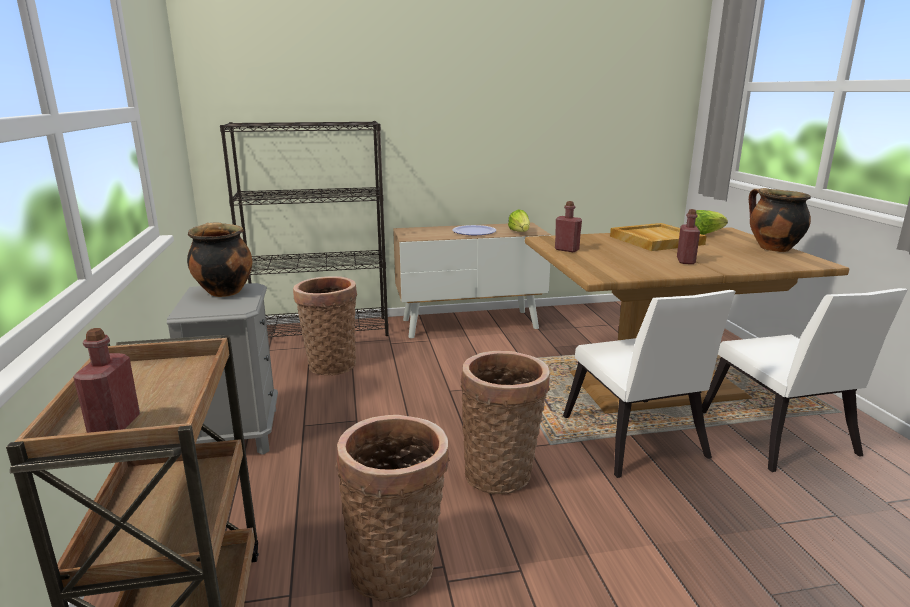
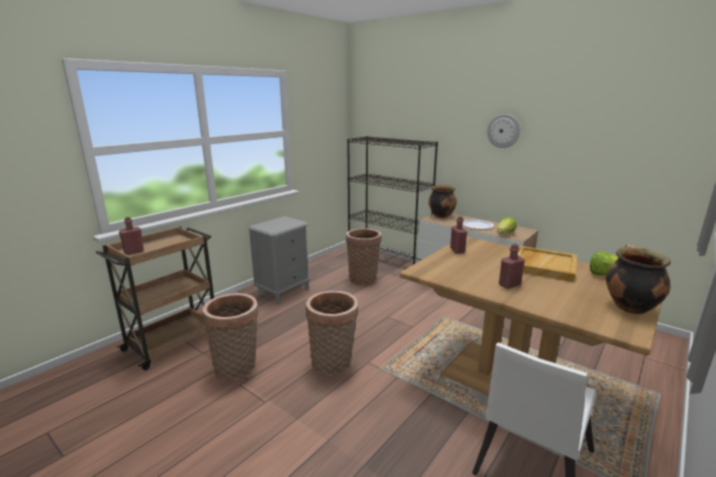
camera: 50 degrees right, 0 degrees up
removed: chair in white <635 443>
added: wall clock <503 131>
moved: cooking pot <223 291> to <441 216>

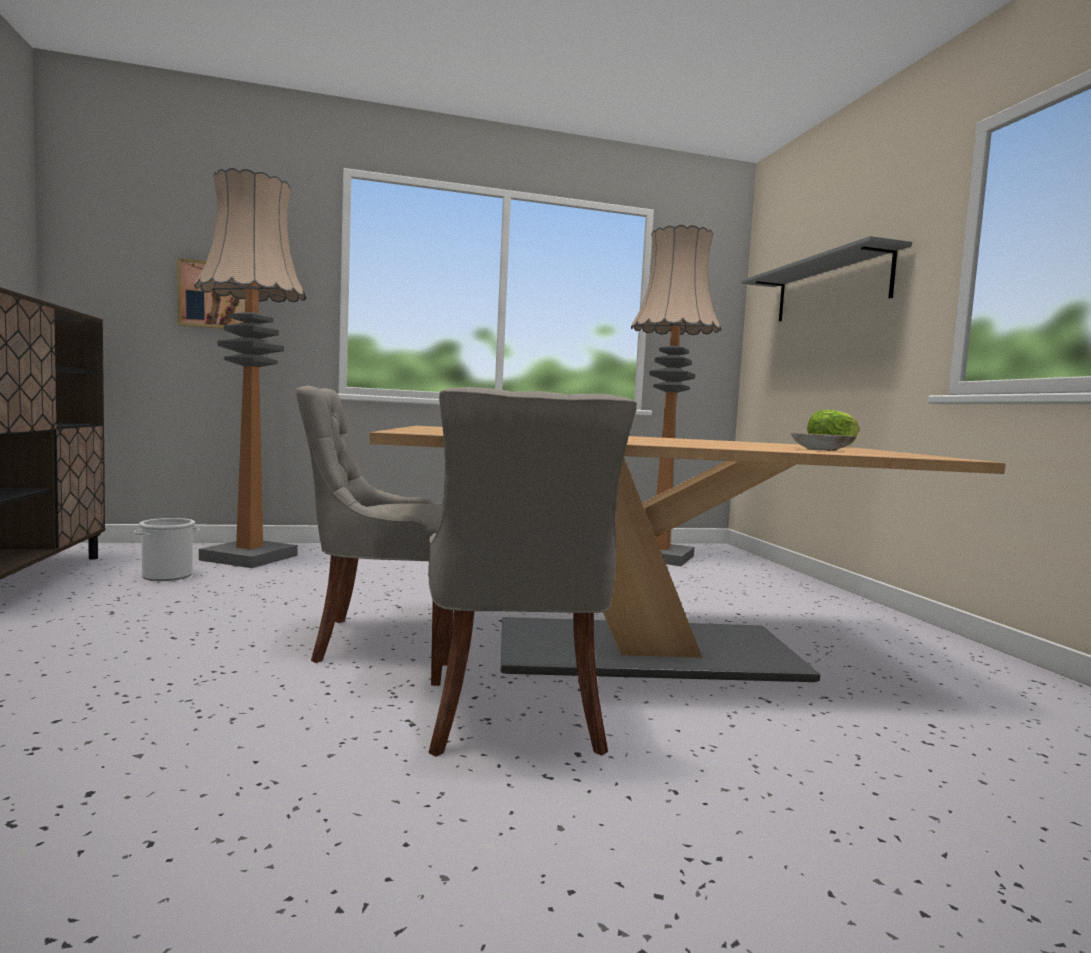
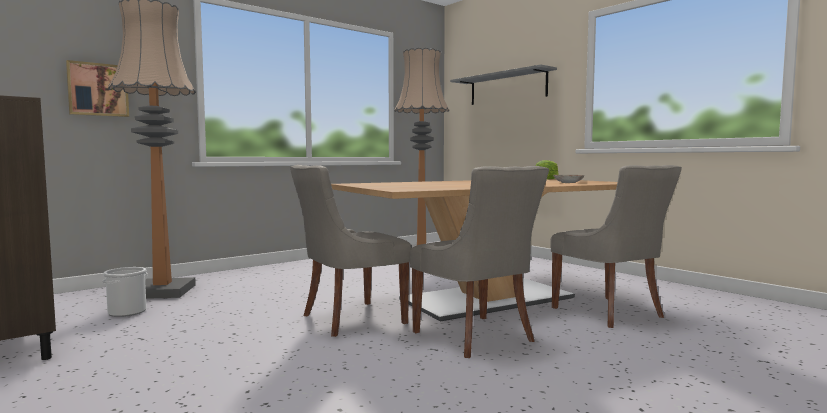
camera: 25 degrees left, 0 degrees up
added: chair in grey <610 313>

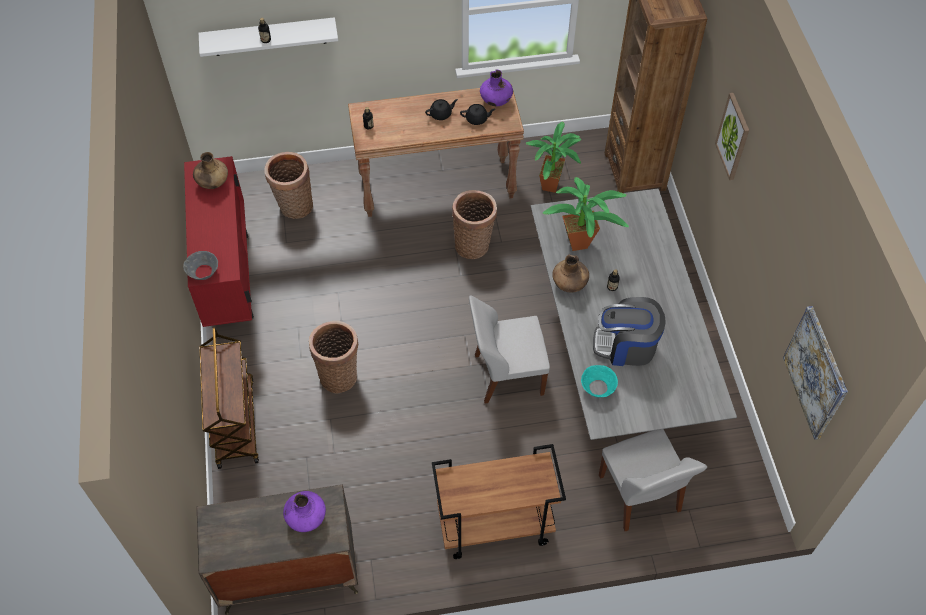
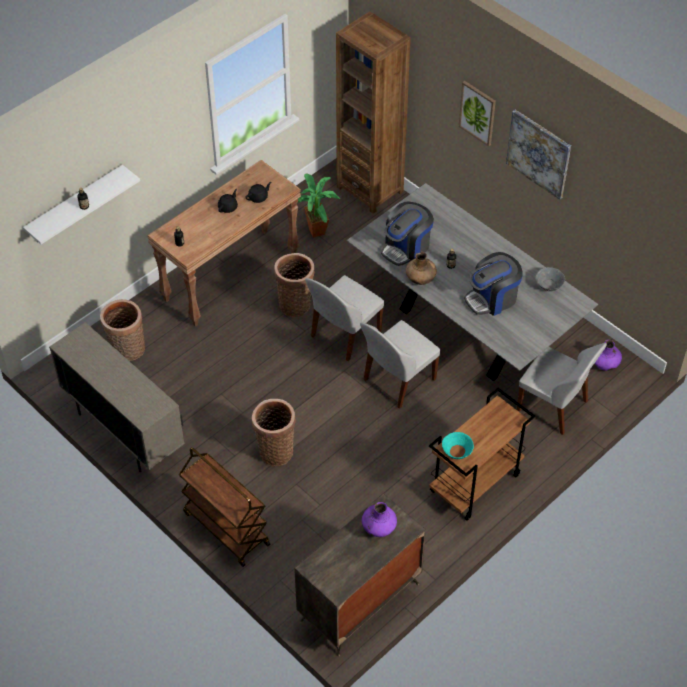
camera: 35 degrees left, 5 degrees down
removed: vase in brown <213 183>
added: chair in white <344 335>
moved: bowl in grey <203 272> to <548 285>; vase in purple <496 100> to <605 364>; bowl in turquoise <598 387> to <457 451>; picture <816 373> to <539 153>
replaced: potted plant <582 244> to coffee machine <406 248>
recoloured: cabinet in red <229 278> to cabinet in beige <124 431>

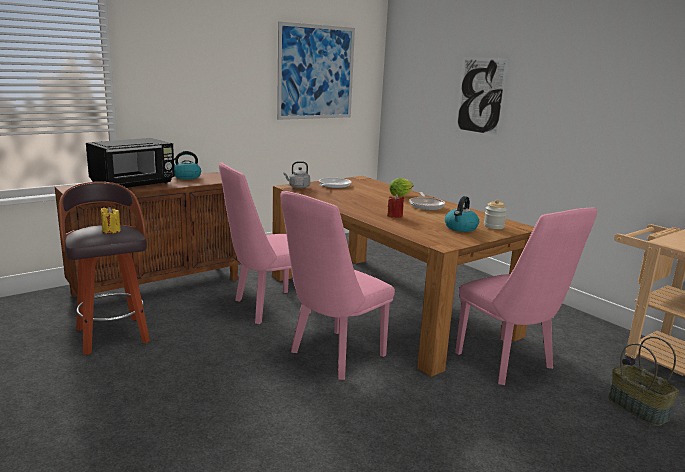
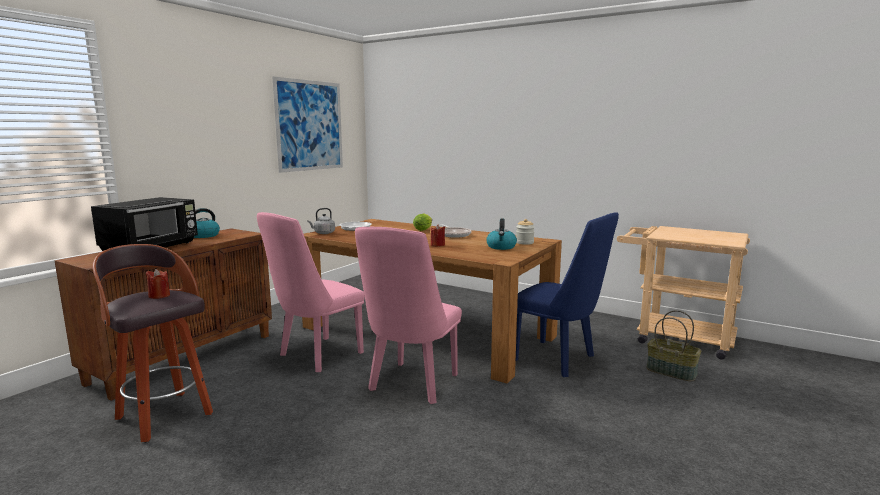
camera: 20 degrees left, 5 degrees down
removed: picture <480 96>
recoloured: candle in yellow <111 231> to candle in red <159 295>; chair in pink <509 364> to chair in blue <560 360>

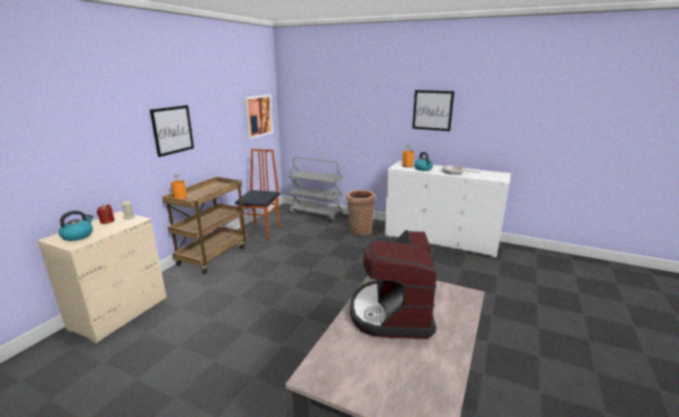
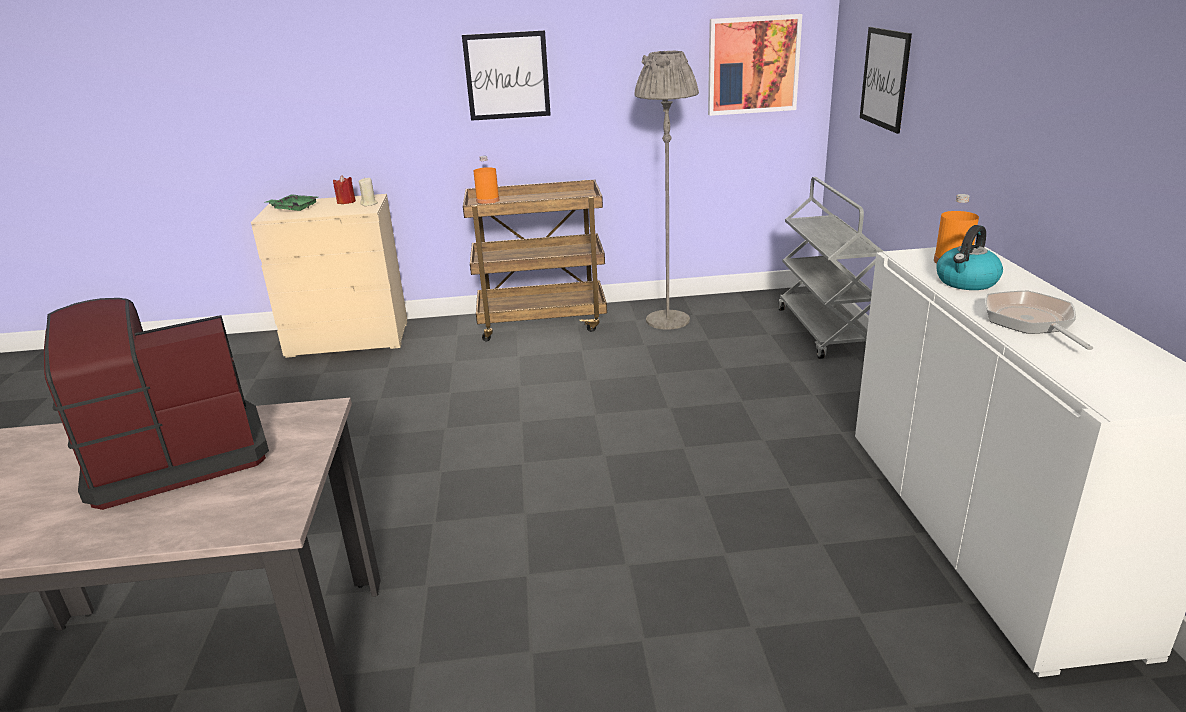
camera: 60 degrees right, 5 degrees up
removed: basket <359 230>
moved: picture <432 110> to <885 78>
replaced: kettle <78 235> to tray in green <294 208>; chair <262 232> to floor lamp in grey <667 320>

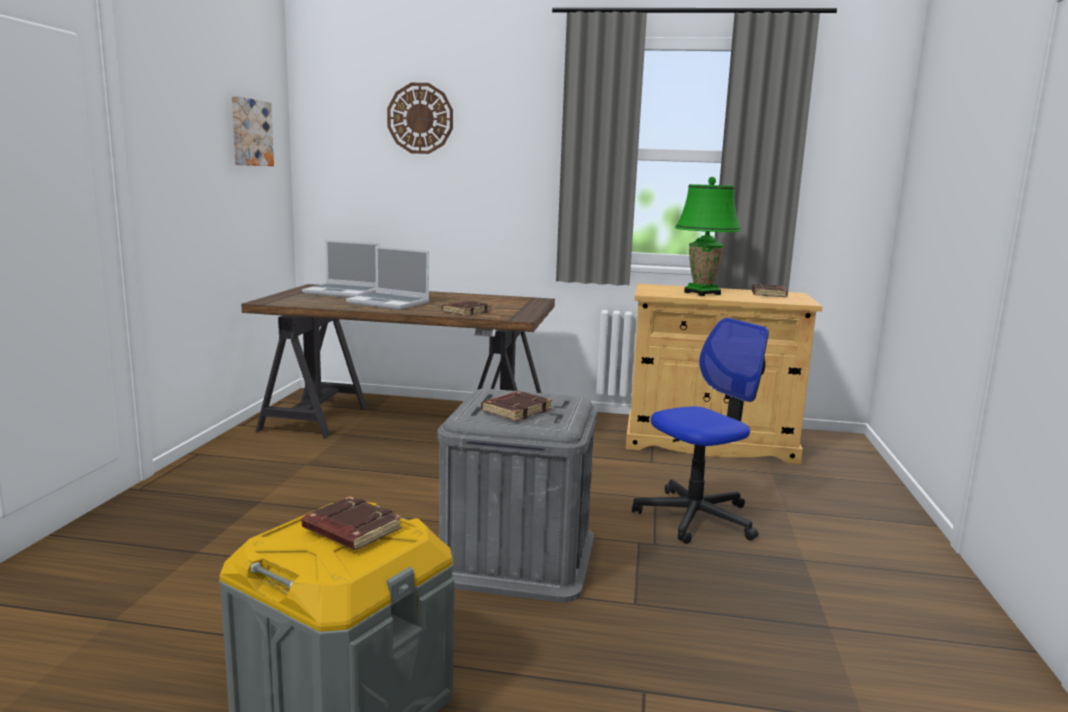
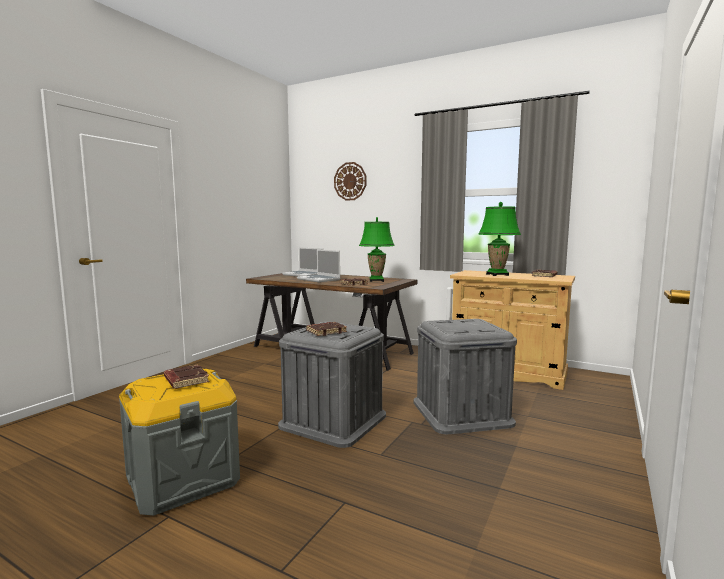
camera: 20 degrees right, 5 degrees down
removed: picture <250 132>
added: table lamp in green <376 280>
replaced: office chair <696 517> to storage box in grey <461 412>

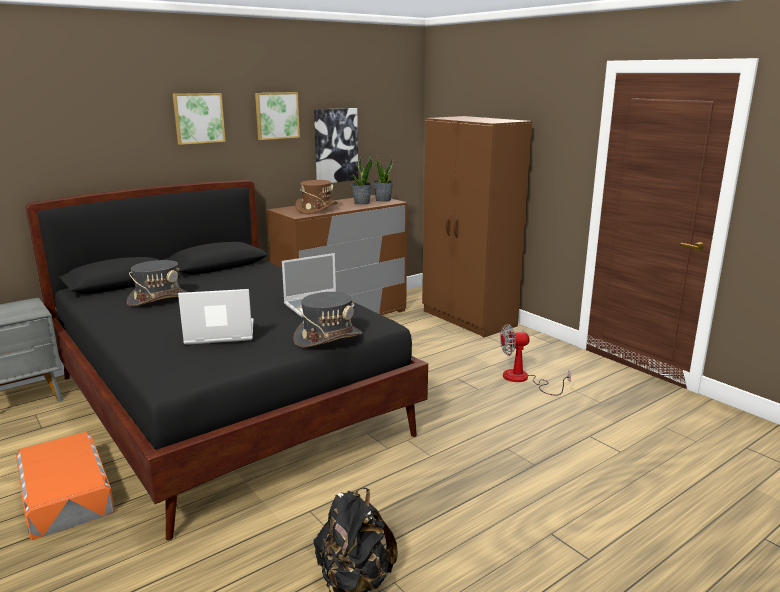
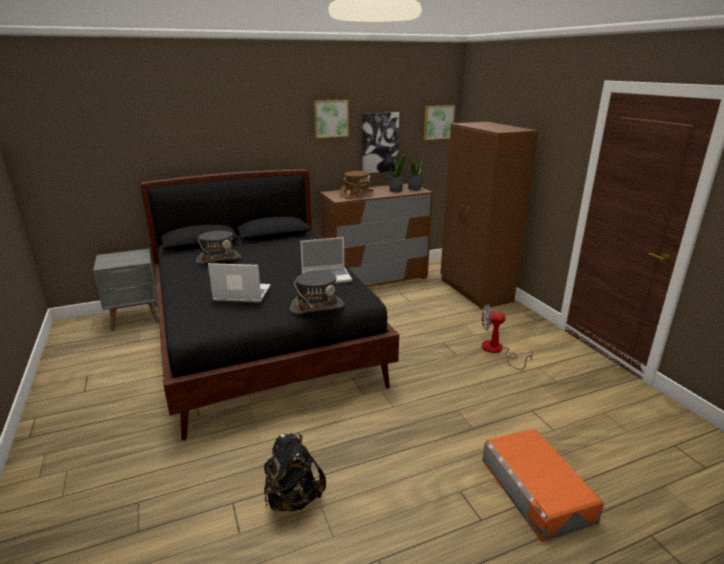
camera: 15 degrees right, 5 degrees up
moved: storage box in orange <65 493> to <536 489>; picture <198 118> to <438 122>

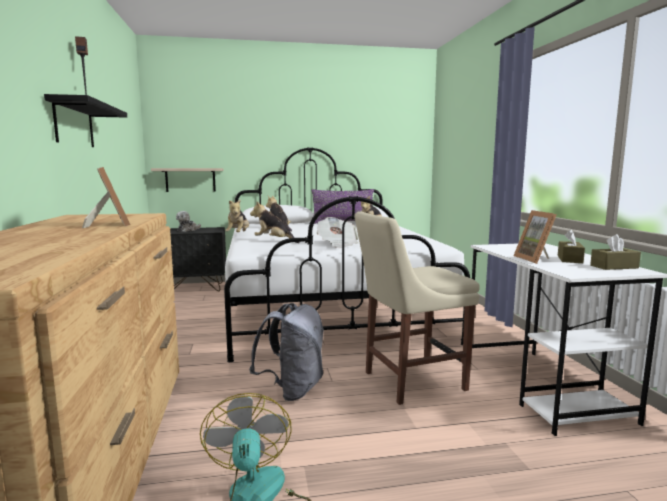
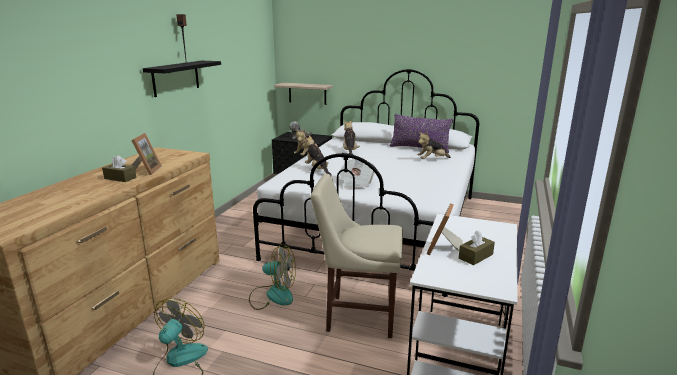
camera: 30 degrees right, 10 degrees up
moved: tissue box in brown <614 267> to <120 178>
replaced: backpack in grey <292 390> to fan <272 295>

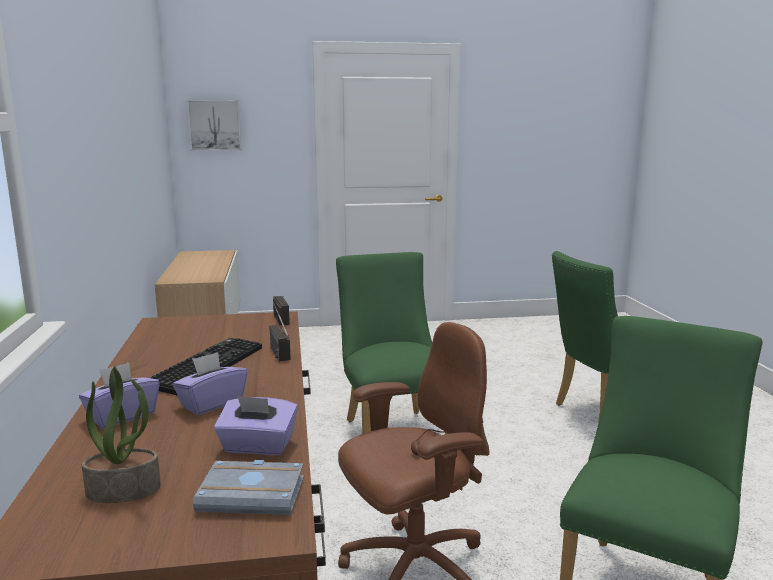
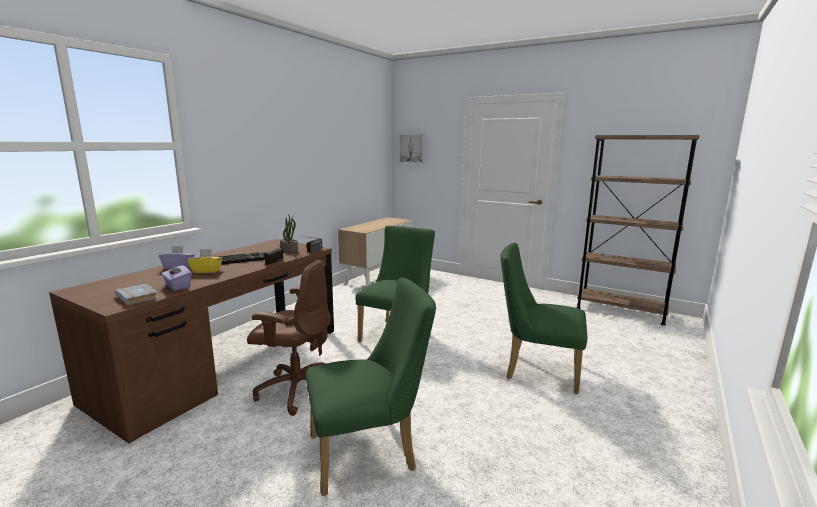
camera: 40 degrees right, 0 degrees up
added: bookcase in brown <620 310>
moved: potted plant <125 489> to <289 250>
recoloured: tissue box in purple <211 403> to tissue box in yellow <206 271>

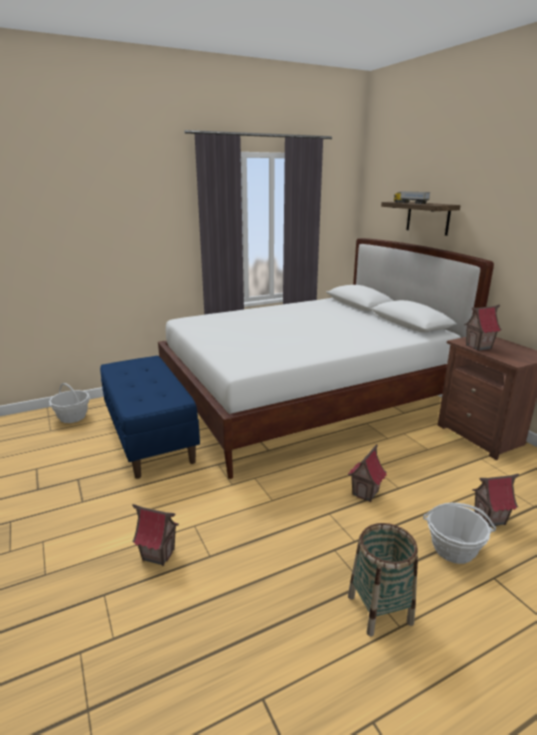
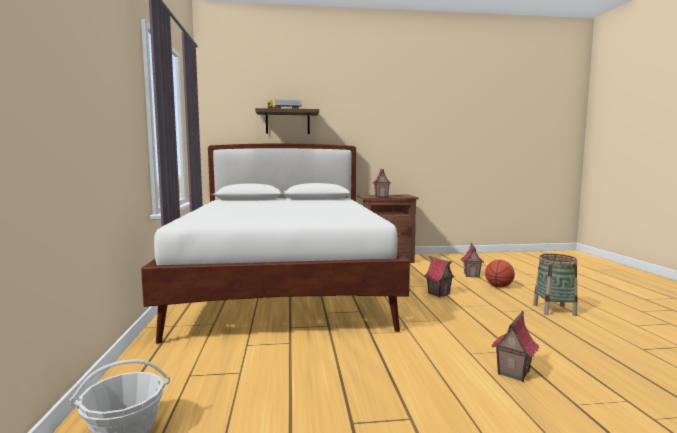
camera: 70 degrees left, 15 degrees down
removed: bench in blue <150 438>
replaced: basket <453 549> to basketball <498 286>

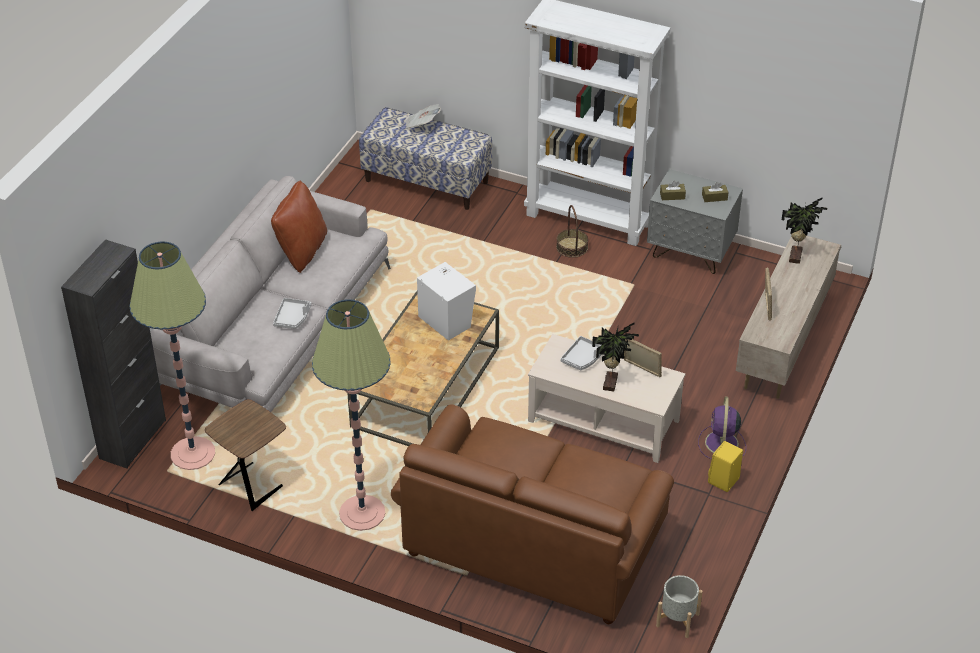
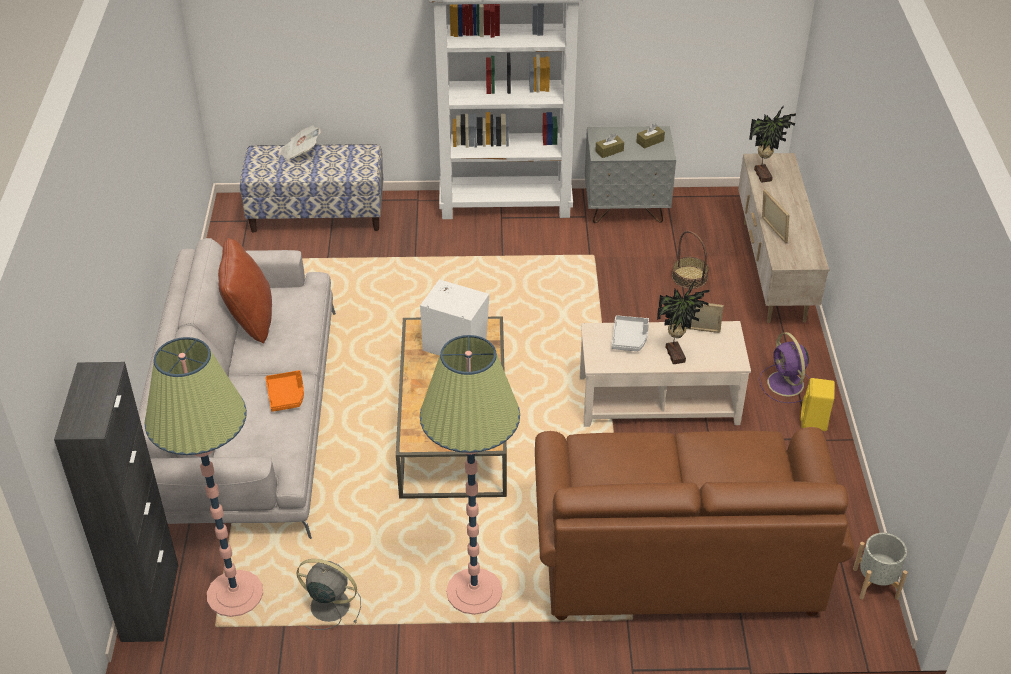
camera: 25 degrees left, 0 degrees up
moved: basket <572 247> to <689 277>
replaced: side table in brown <252 485> to fan in grey <328 605>
recoloured: tray in grey <292 318> to tray in orange <286 395>

